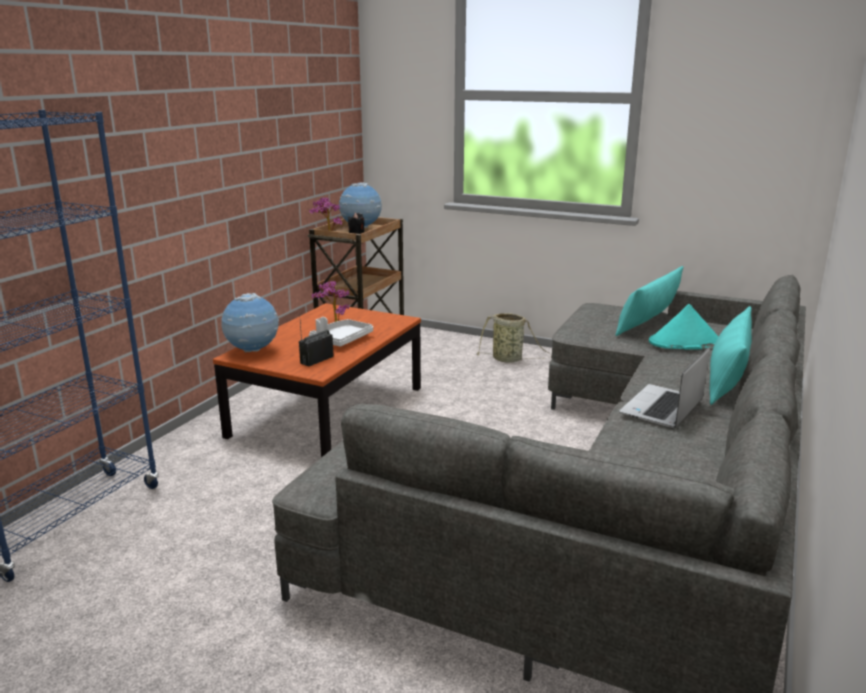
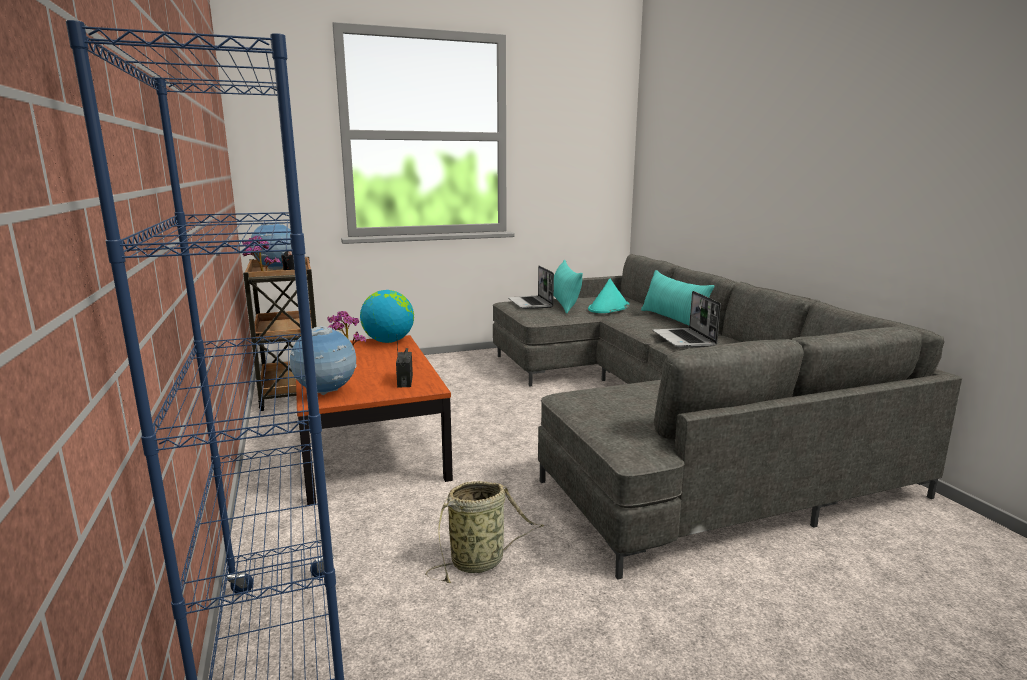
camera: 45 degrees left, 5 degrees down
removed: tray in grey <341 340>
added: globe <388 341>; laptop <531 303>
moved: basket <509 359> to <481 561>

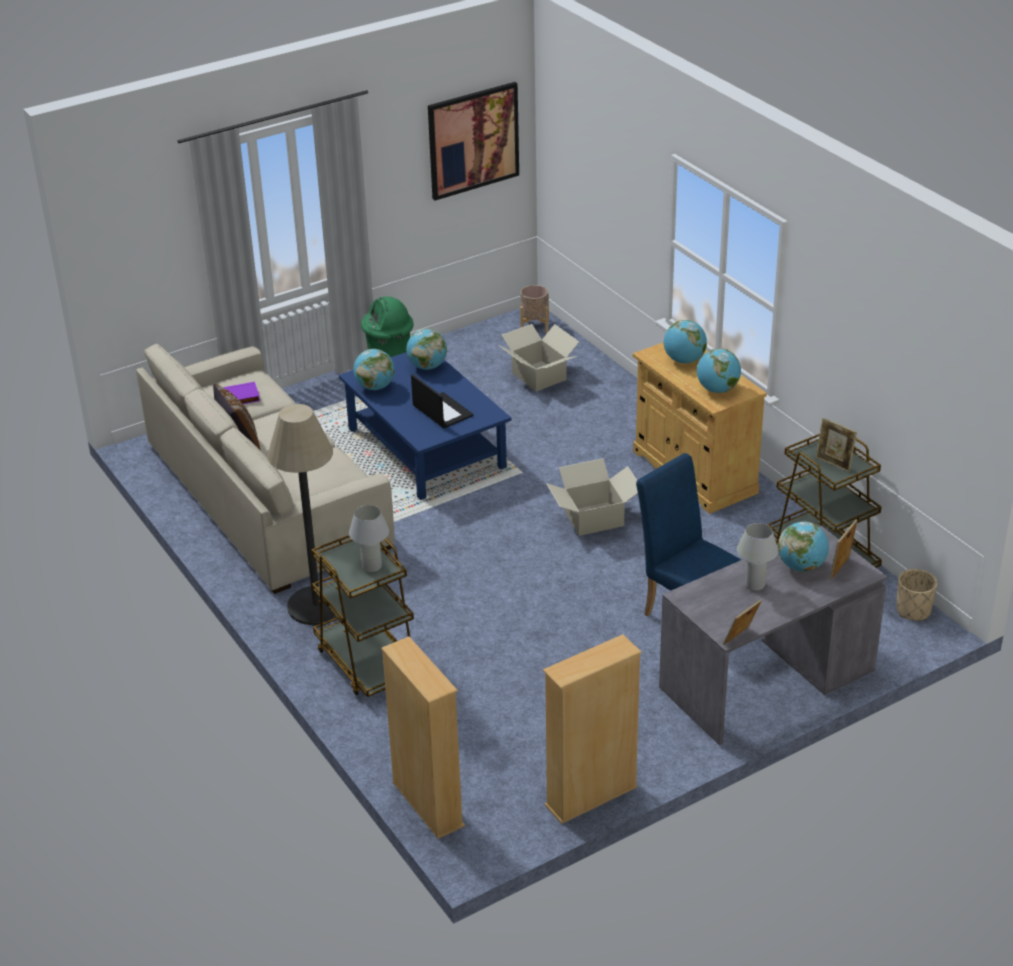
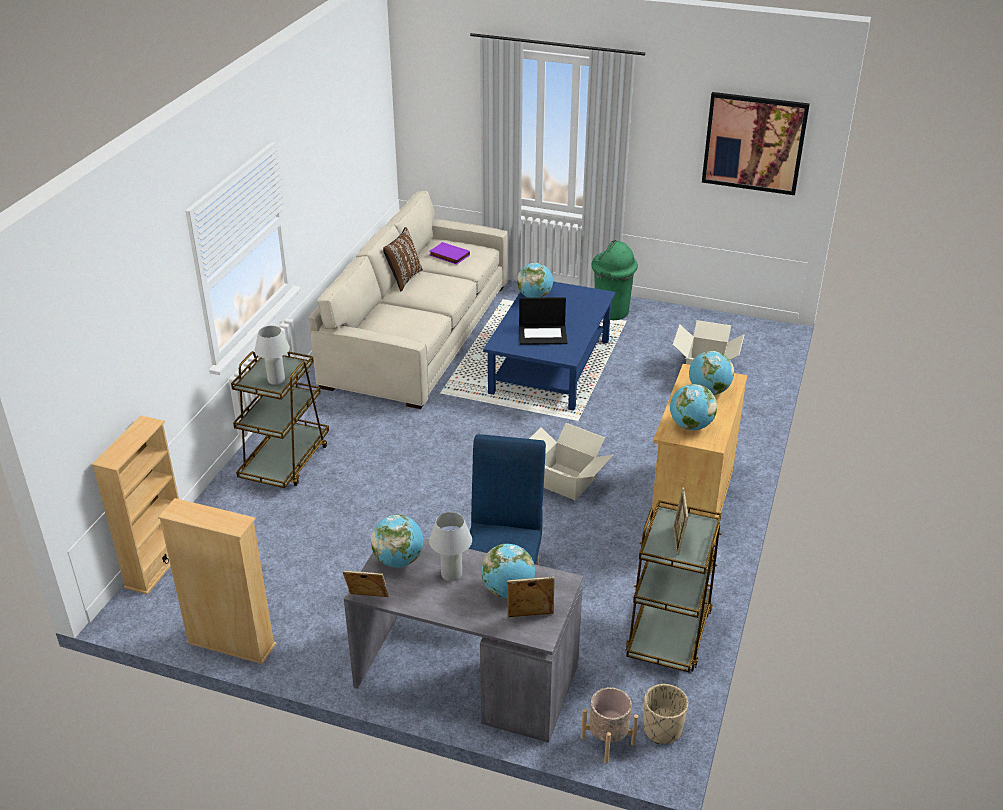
camera: 50 degrees right, 0 degrees up
removed: floor lamp <317 605>
moved: globe <427 366> to <398 560>; planter in beige <534 326> to <608 740>
turned: laptop <441 411> = <543 335> 75 degrees clockwise

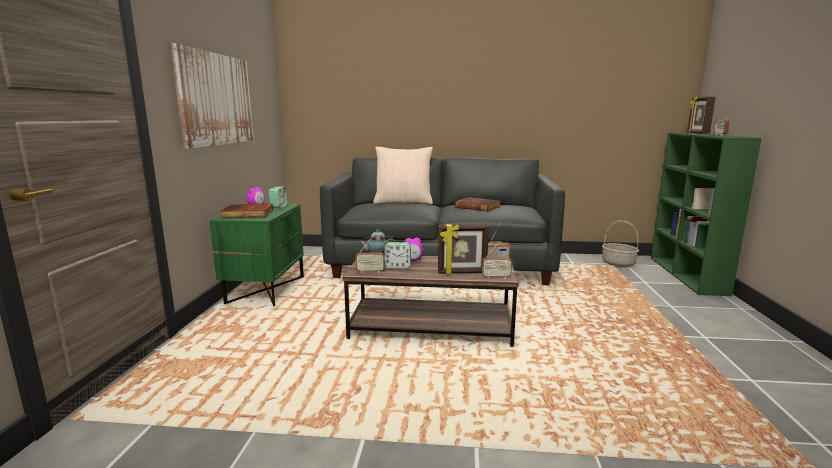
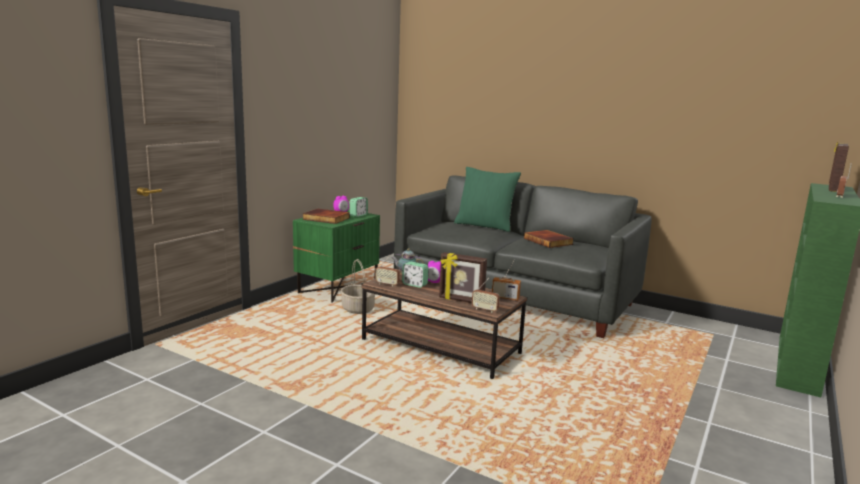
camera: 25 degrees right, 0 degrees up
removed: picture <216 99>
moved: basket <618 263> to <358 309>
recoloured: pillow in beige <403 202> to pillow in green <485 225>

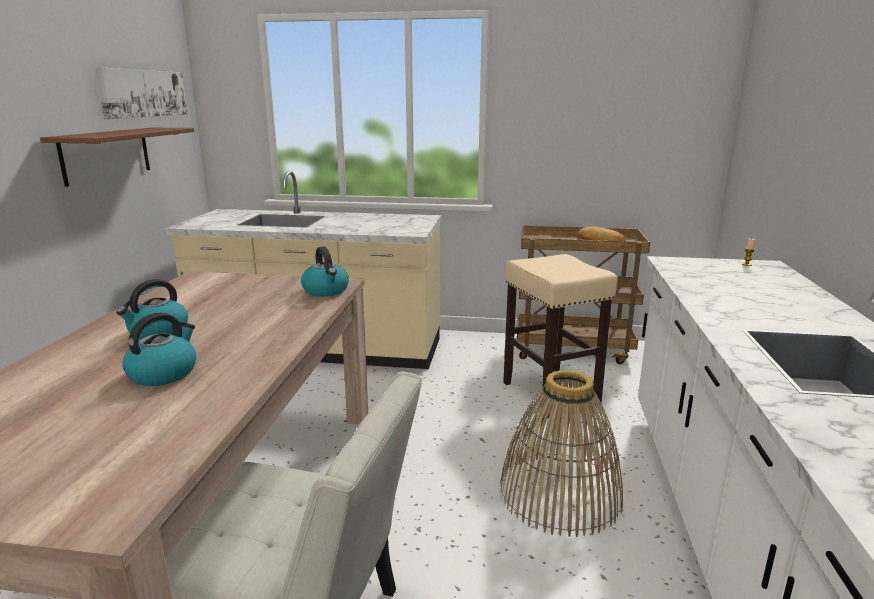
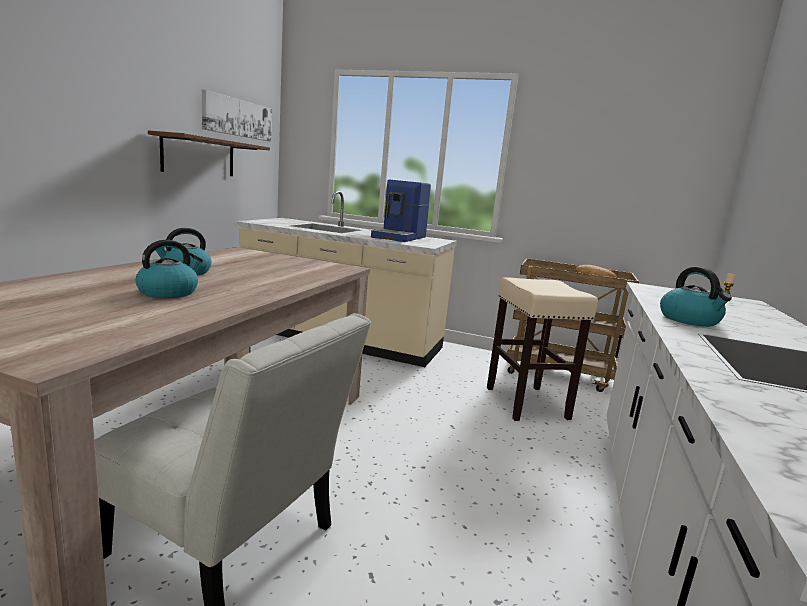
camera: 10 degrees right, 5 degrees down
removed: basket <560 494>
added: coffee machine <400 237>
moved: kettle <326 291> to <690 320>

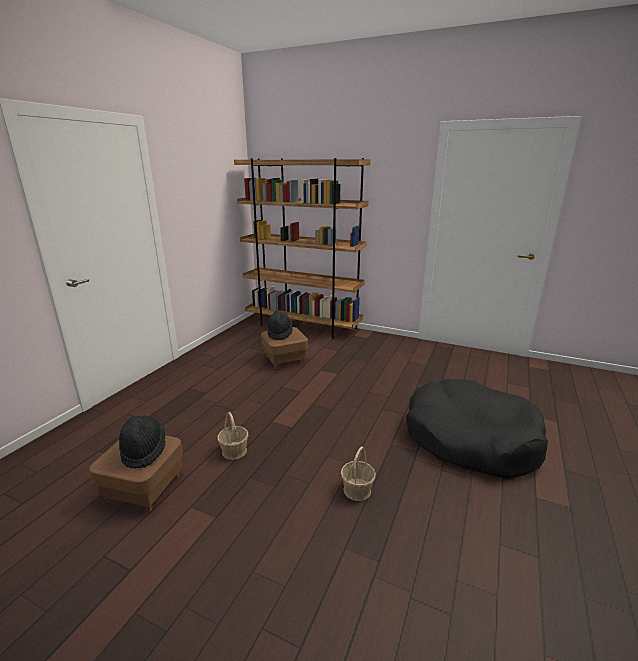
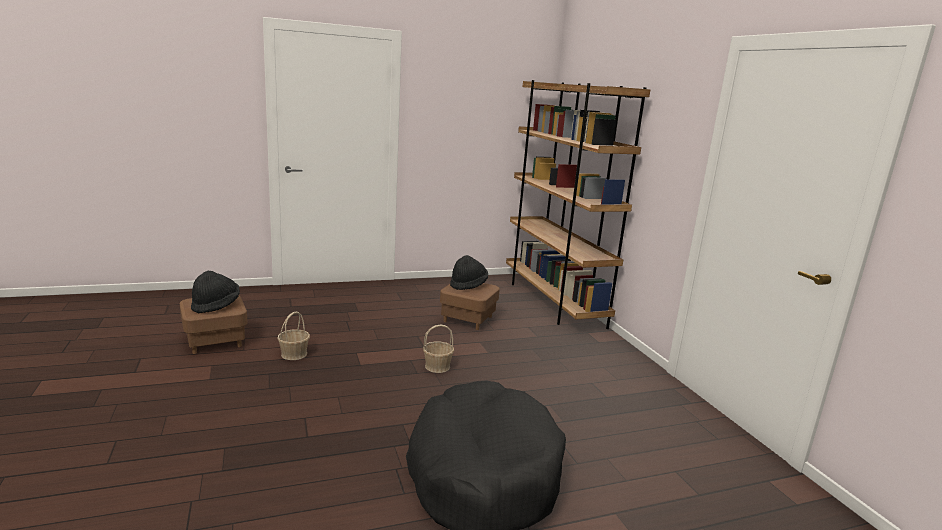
camera: 45 degrees right, 5 degrees down
moved: basket <357 490> to <437 366>

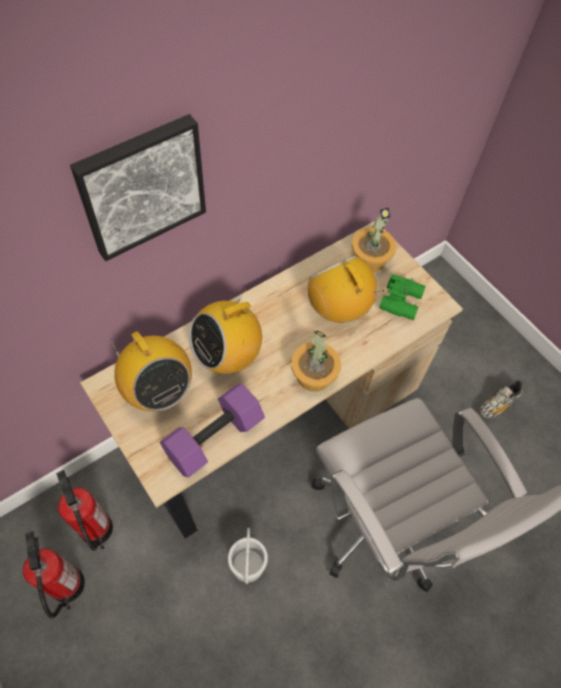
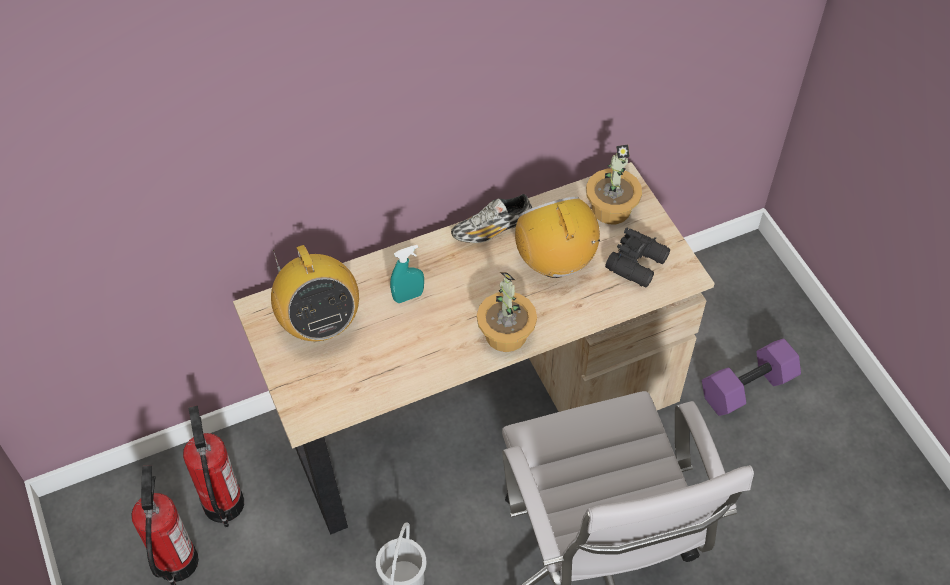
camera: 15 degrees right, 5 degrees down
removed: picture <141 186>
moved: dumbbell in purple <214 439> to <747 389>; shoe <498 404> to <492 230>
replaced: radio <227 355> to spray bottle in turquoise <408 296>
recoloured: binoculars in green <402 301> to binoculars in black <638 263>

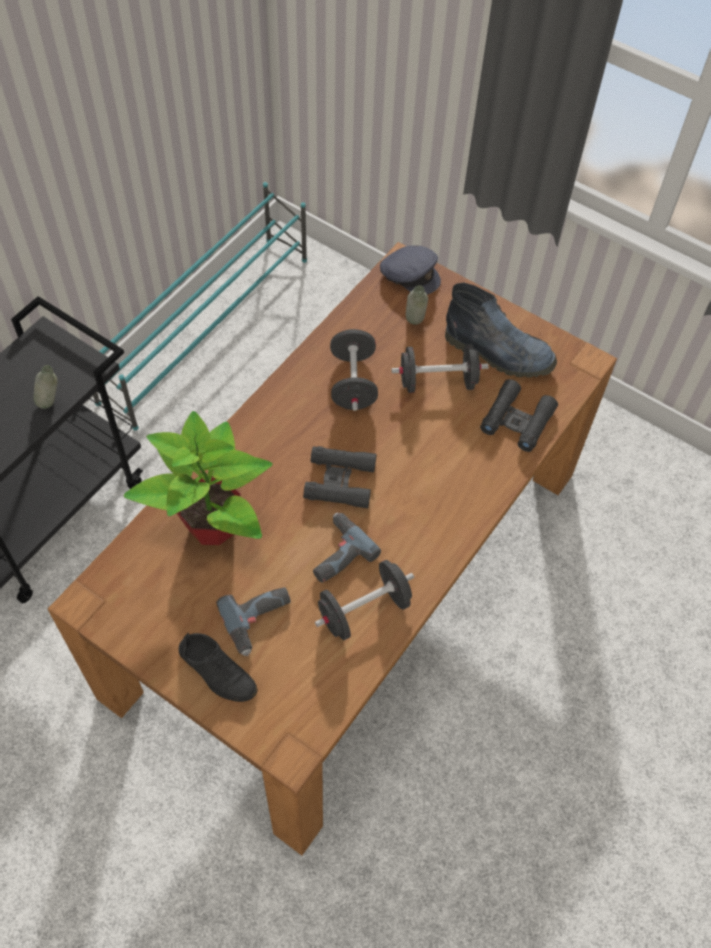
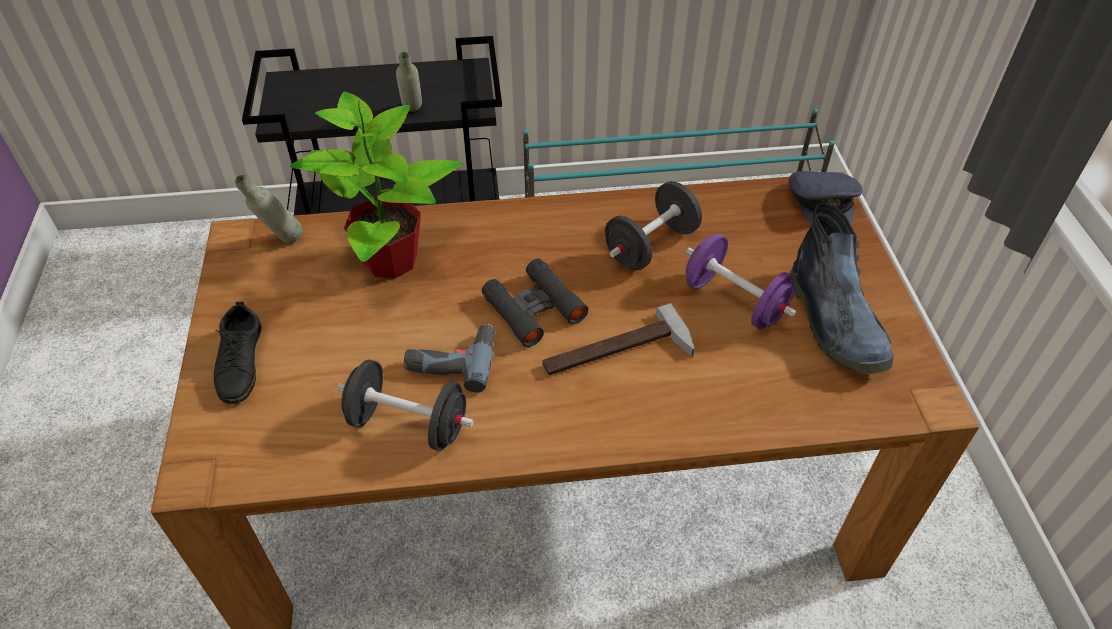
camera: 50 degrees right, 10 degrees down
removed: power drill <260 621>; binoculars in black <517 420>
added: hammer <617 354>
moved: bottle in grey <414 326> to <281 243>
recoloured: dumbbell in black <437 382> to dumbbell in purple <734 301>

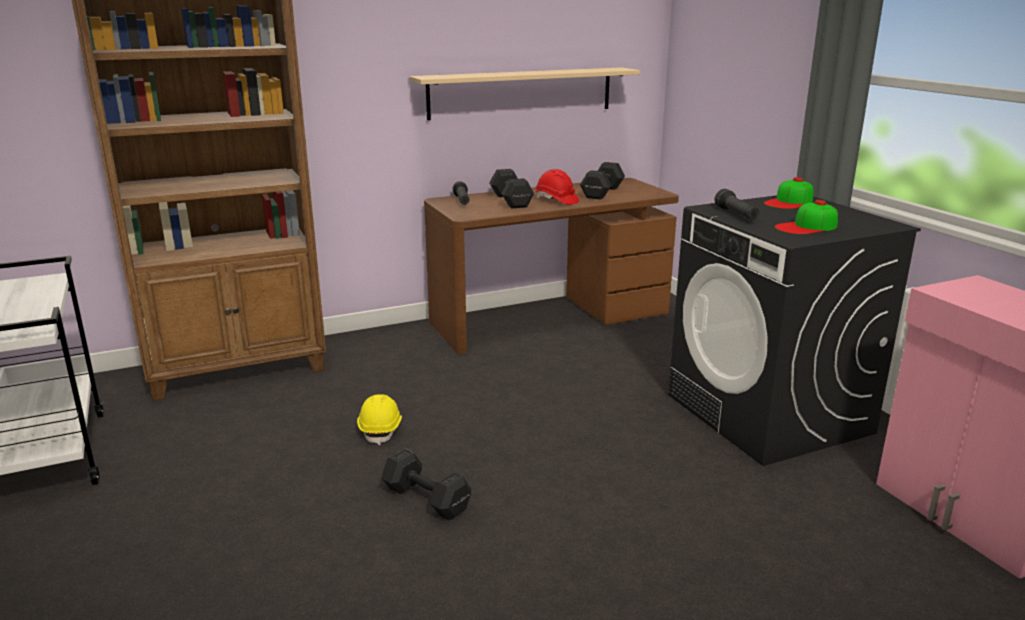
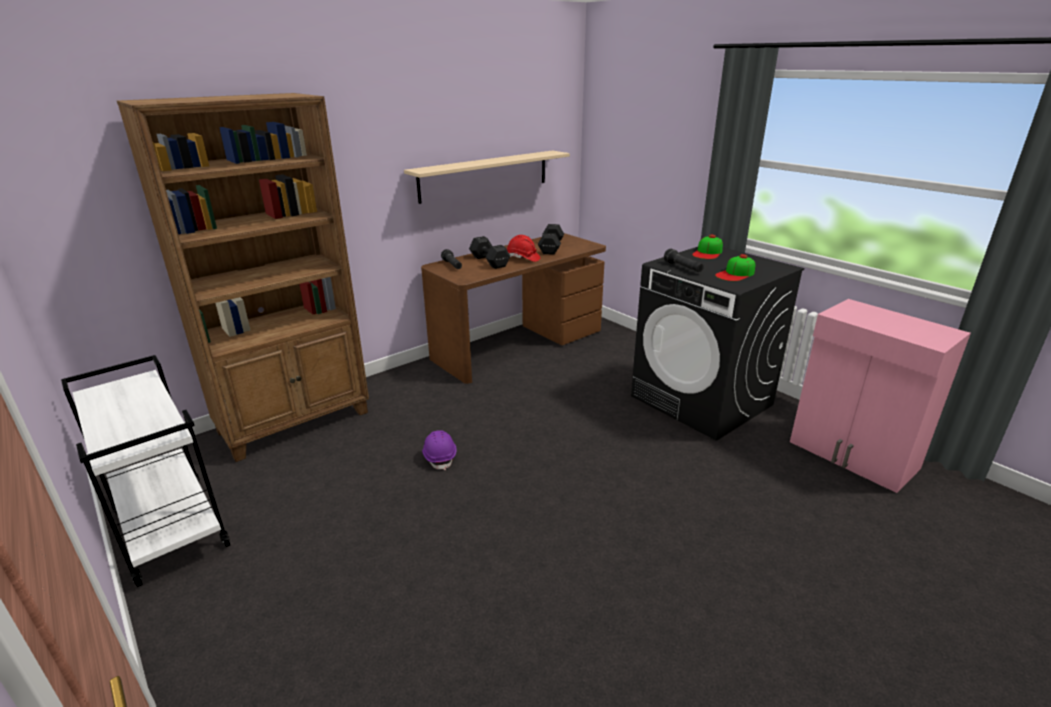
camera: 15 degrees left, 5 degrees up
removed: dumbbell in black <425 498>
recoloured: hard hat in yellow <381 429> to hard hat in purple <440 457>

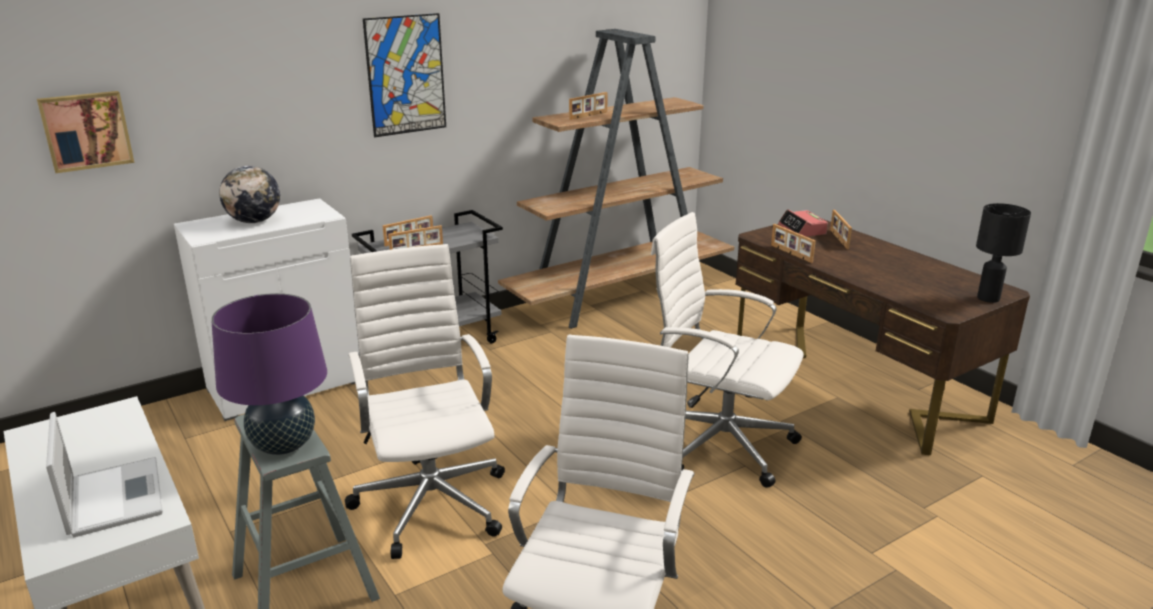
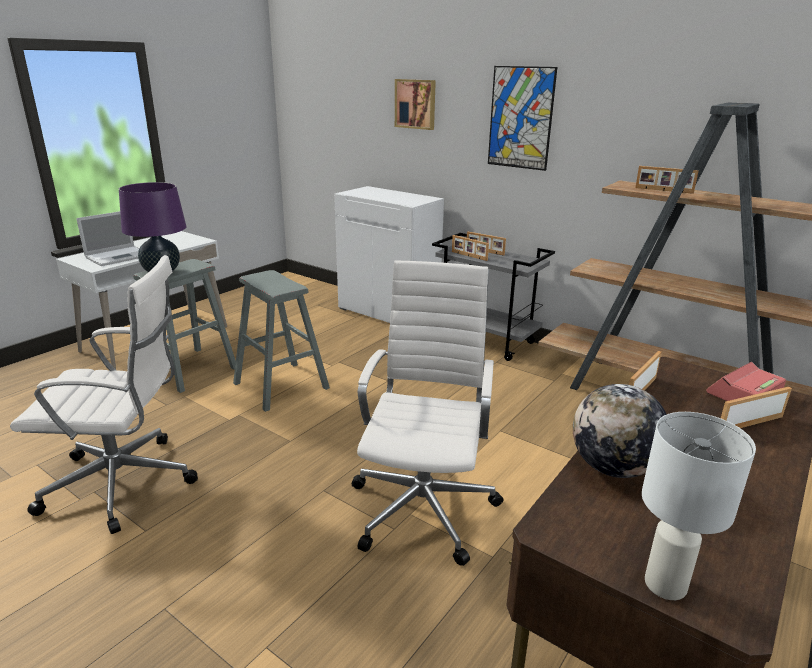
camera: 70 degrees right, 0 degrees up
moved: picture <86 130> to <416 104>; globe <254 221> to <613 468>
replaced: office chair in white <431 501> to stool in grey <281 386>
recoloured: table lamp in black <988 298> to table lamp in white <667 584>

